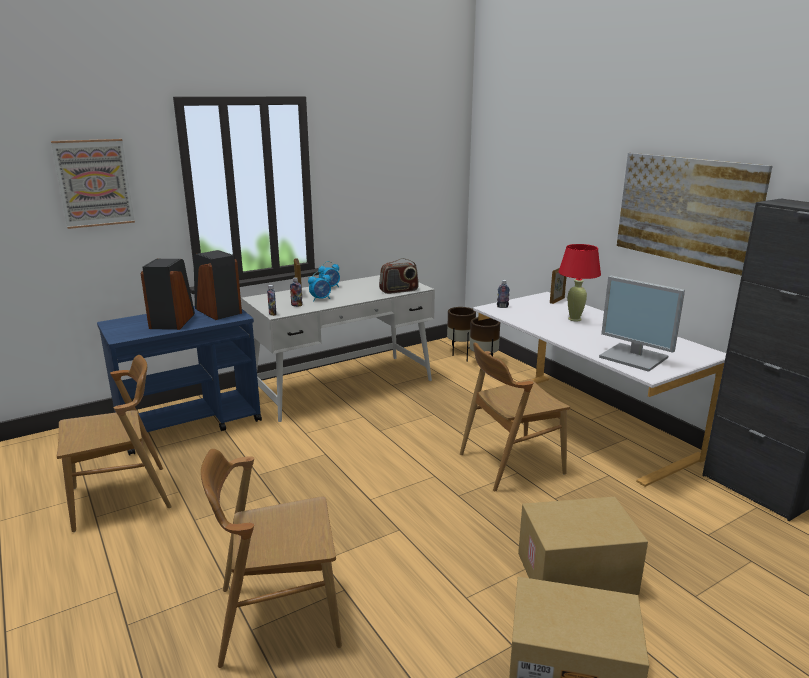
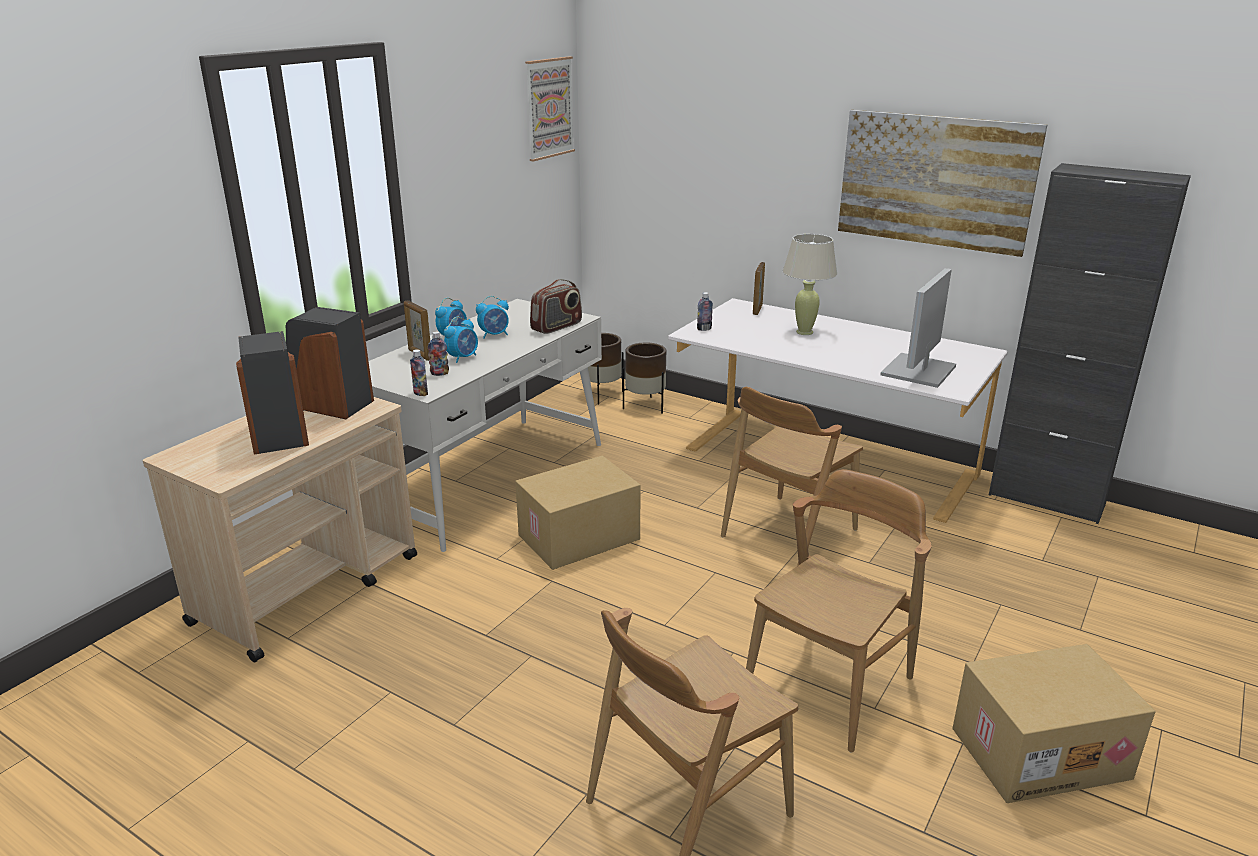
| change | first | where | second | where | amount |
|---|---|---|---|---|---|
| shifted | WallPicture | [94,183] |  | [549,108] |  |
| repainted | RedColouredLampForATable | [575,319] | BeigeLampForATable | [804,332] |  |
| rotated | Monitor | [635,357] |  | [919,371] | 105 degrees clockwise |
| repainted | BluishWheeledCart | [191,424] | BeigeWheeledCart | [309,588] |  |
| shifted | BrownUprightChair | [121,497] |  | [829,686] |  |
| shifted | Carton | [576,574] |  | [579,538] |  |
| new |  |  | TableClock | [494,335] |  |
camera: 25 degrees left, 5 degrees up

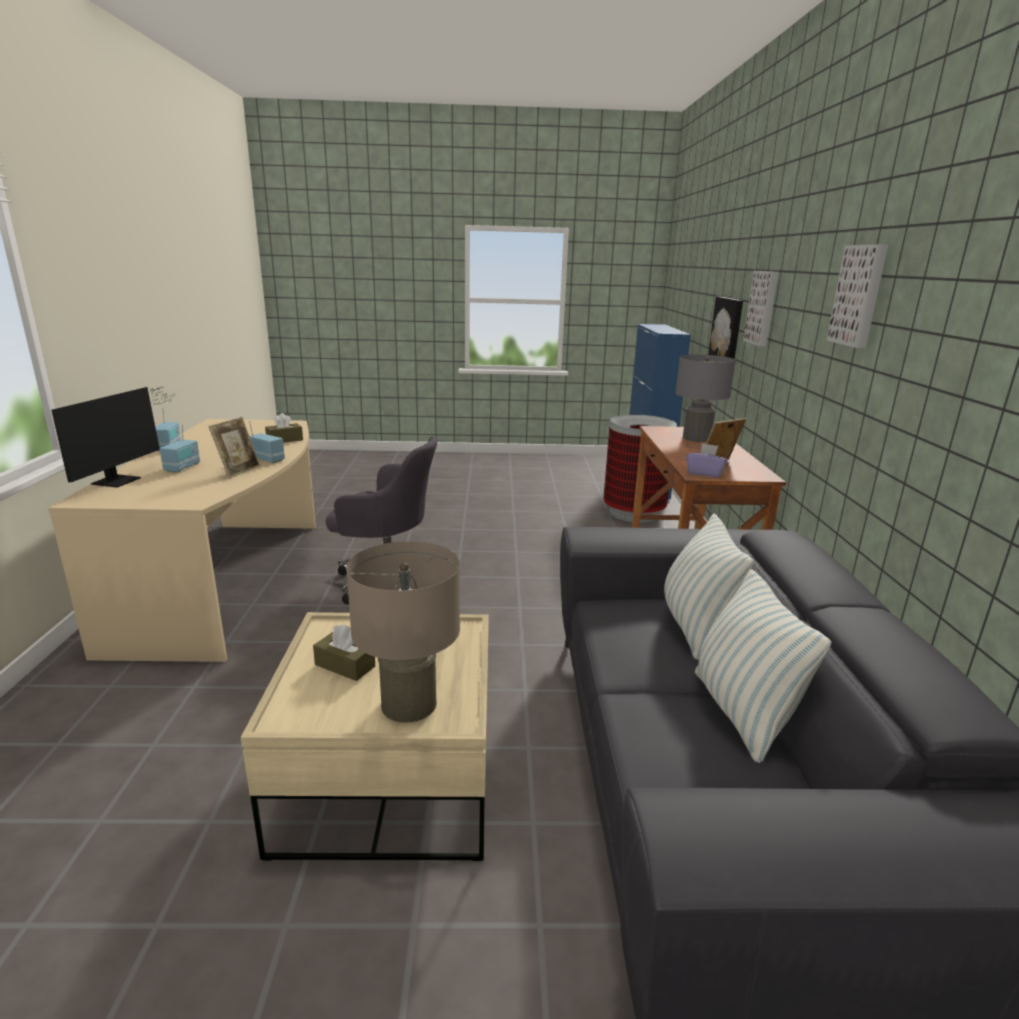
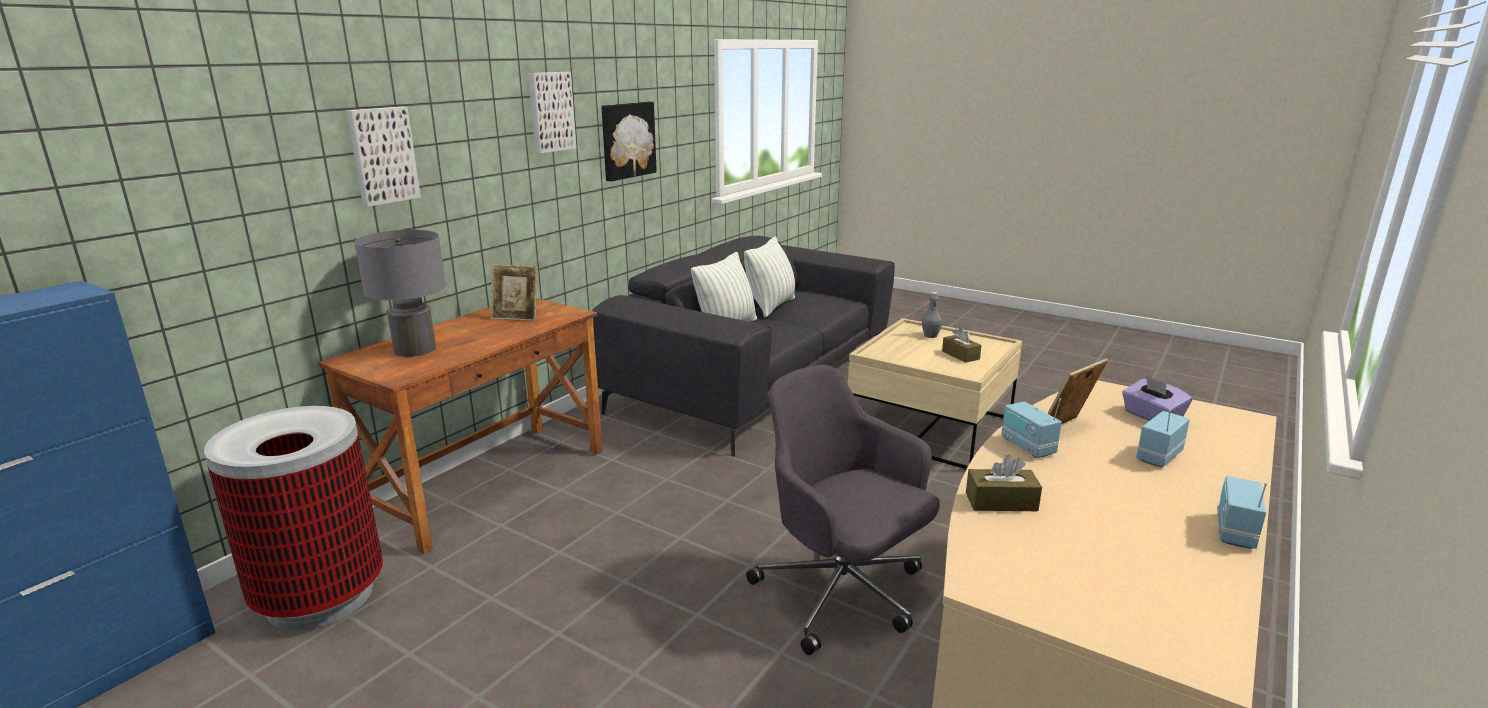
| change | first | where | second | where | amount |
|---|---|---|---|---|---|
| shifted | WallPicture | [727,332] |  | [627,140] |  |
| gone | Monitor | [122,479] |  |  |  |
| shifted | PurplishBoxOfTissues | [705,473] |  | [1151,417] |  |
| swapped | BeigeLampForATable | [409,704] | GrayBottle | [930,335] |  |
camera: 145 degrees left, 0 degrees up

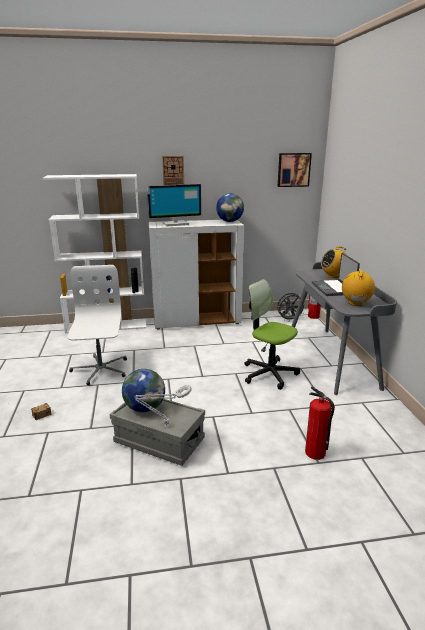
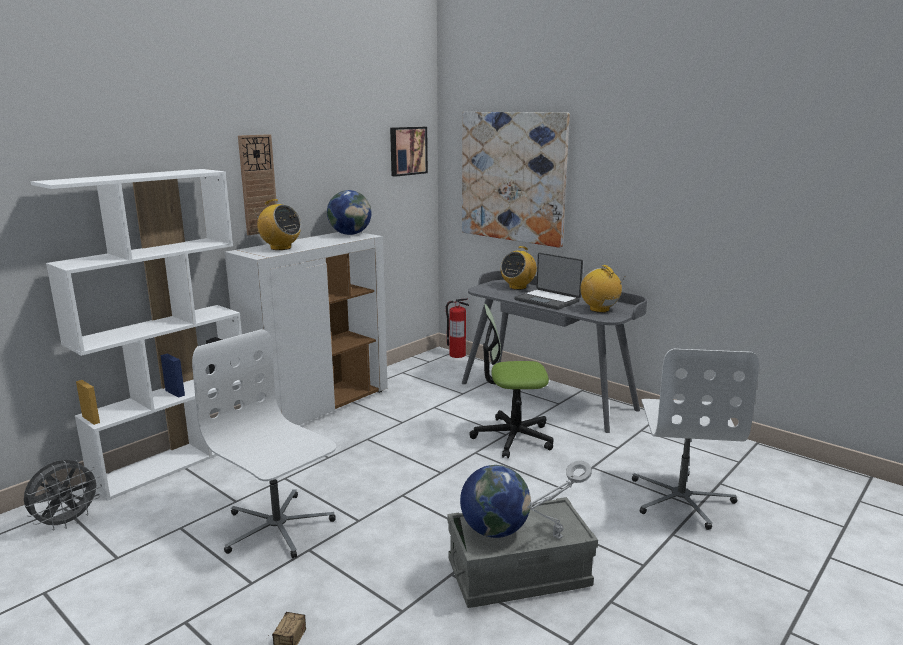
| change | first | where | second | where | amount |
|---|---|---|---|---|---|
| swapped | Monitor | [175,223] | RadioSet | [280,248] |  |
| shifted | GrayCoolingFan | [289,320] |  | [67,522] |  |
| swapped | FireFightingCylinder | [315,453] | WhitishComputerChair | [681,499] |  |
| new |  |  | WallPicture | [513,177] |  |
camera: 40 degrees left, 5 degrees down

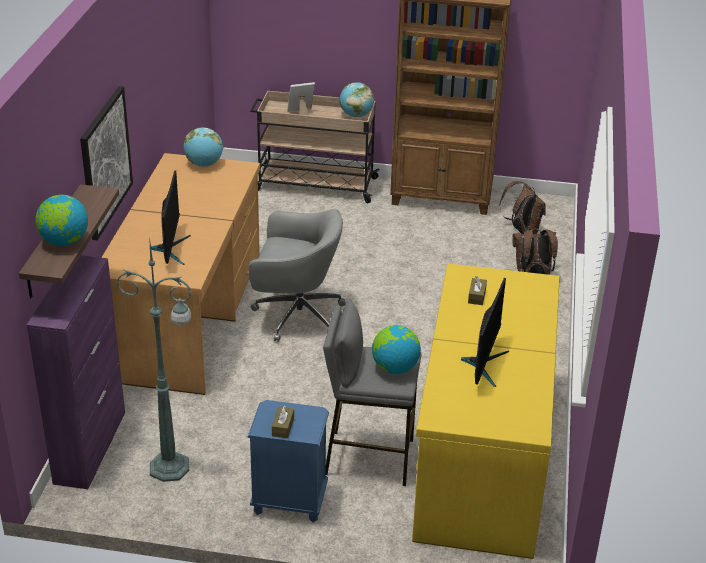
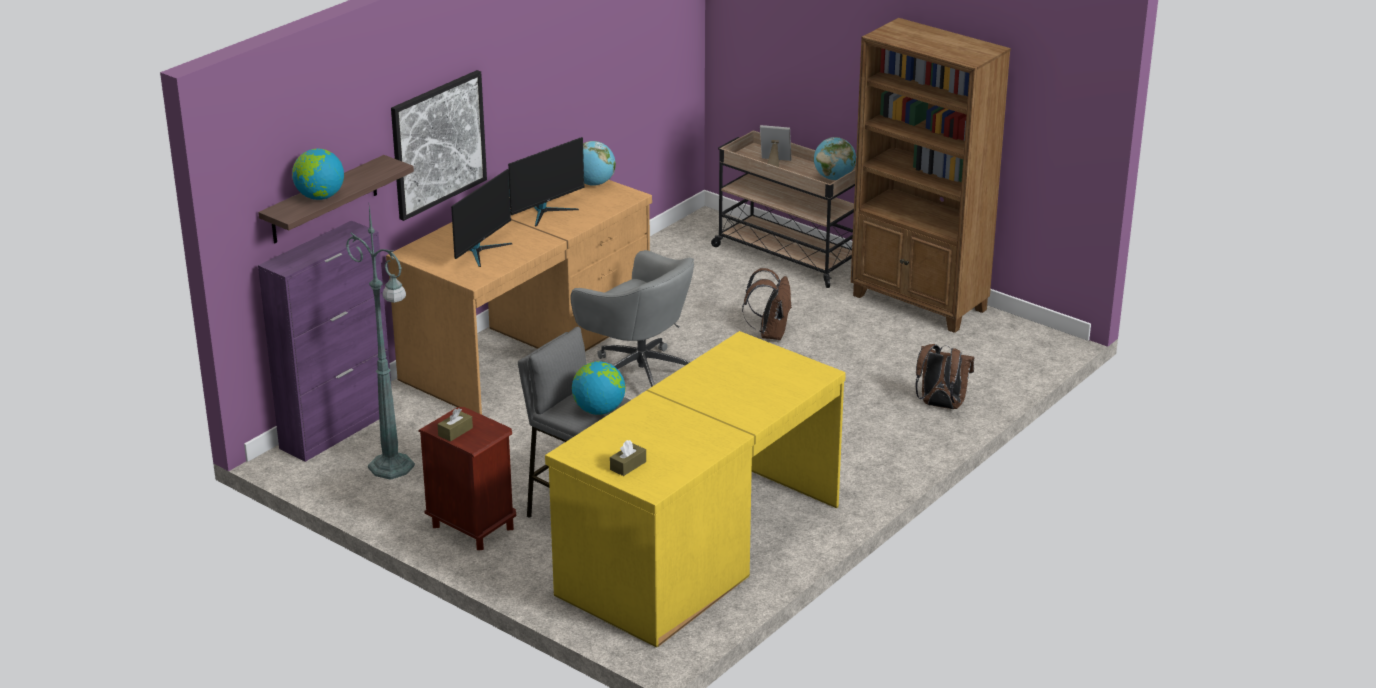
| change | first | where | second | where | amount |
|---|---|---|---|---|---|
| shifted | BrownKnapsack | [522,231] |  | [770,333] |  |
| shifted | BrownBoxOfTissues | [476,296] |  | [628,465] |  |
| shifted | Monitor | [484,364] |  | [547,212] |  |
| repainted | BluishNightTable | [289,501] | BrownNightTable | [472,527] |  |
camera: 30 degrees right, 5 degrees down

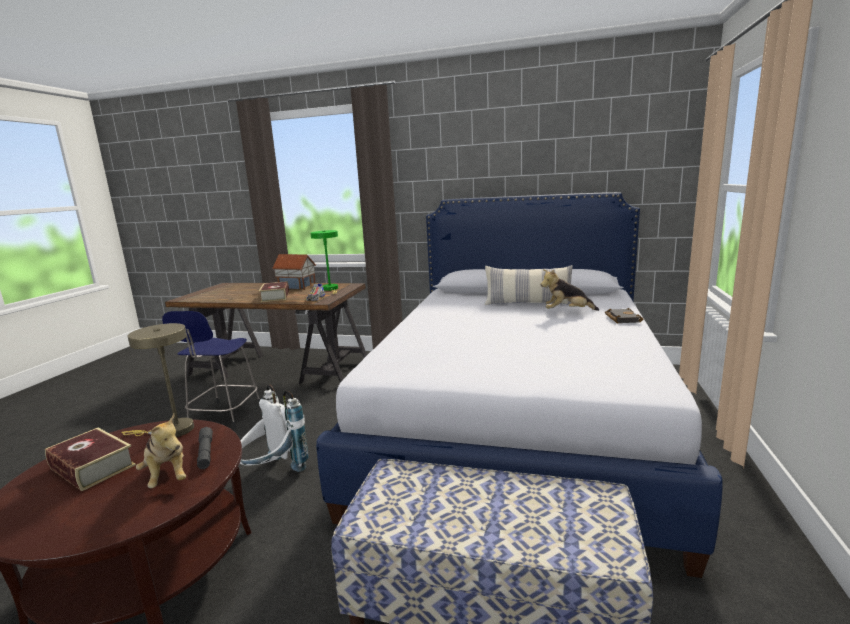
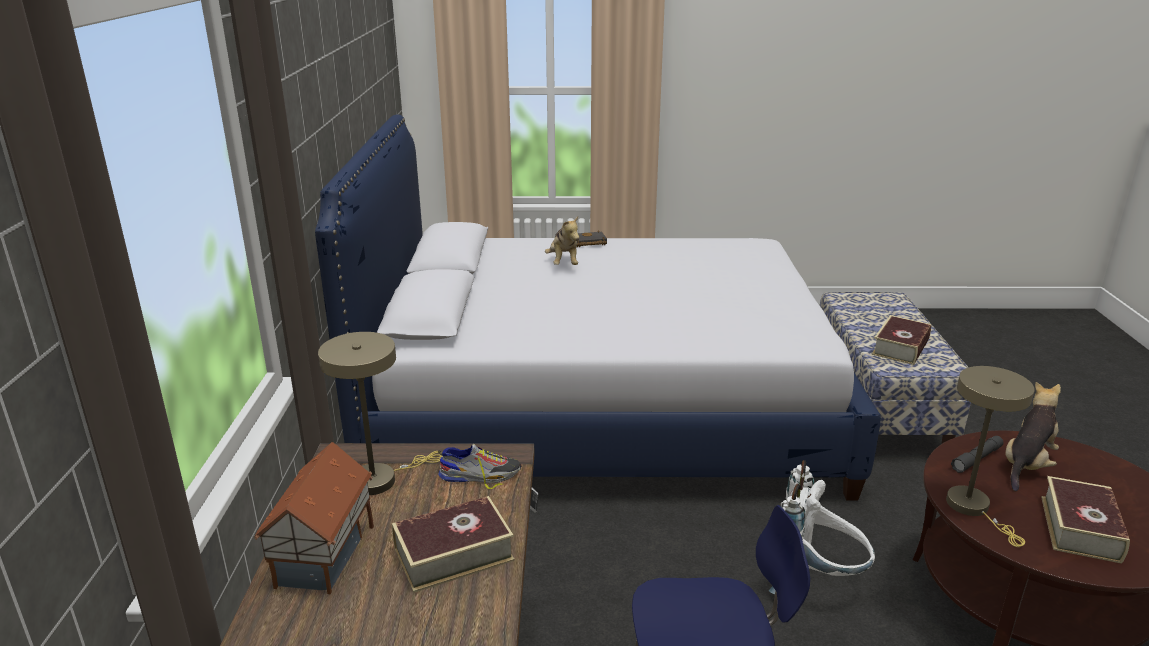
| change | first | where | second | where | amount |
|---|---|---|---|---|---|
| repainted | GreenColouredLampForATable | [331,289] | BeigeLampForATable | [381,479] |  |
| gone | Cushion | [528,304] |  |  |  |
| new |  |  | Volume | [900,347] |  |
camera: 105 degrees left, 10 degrees up

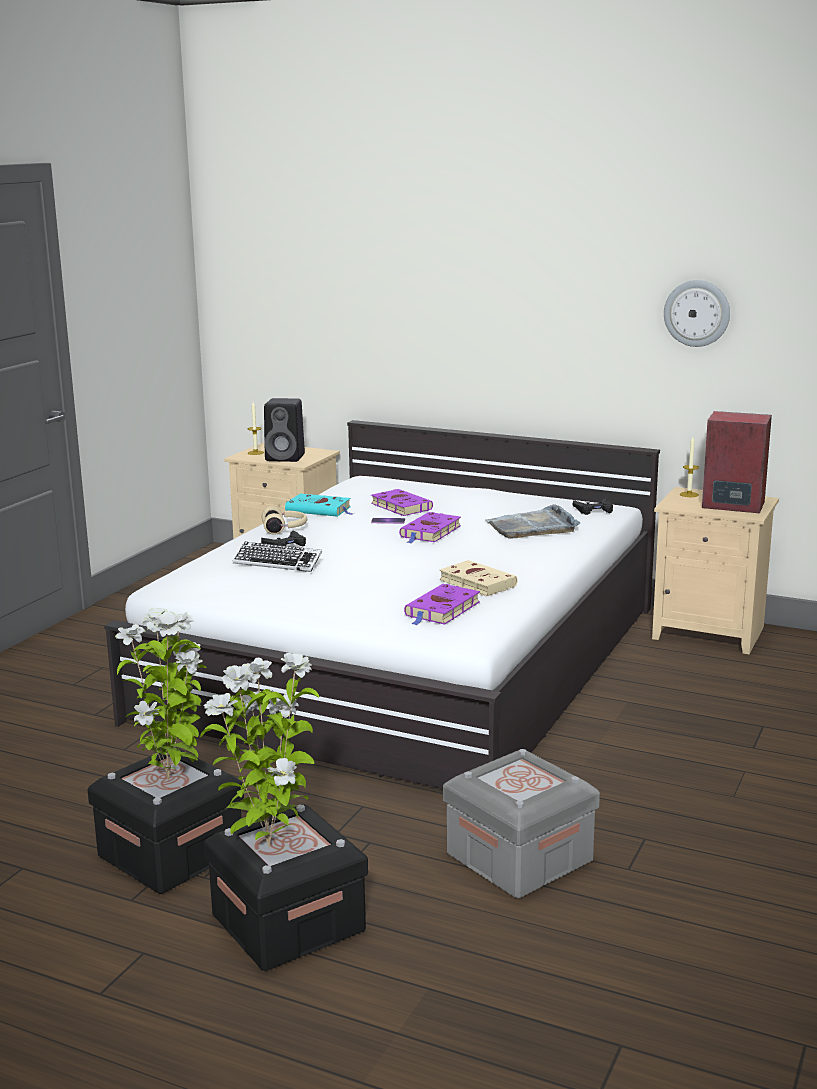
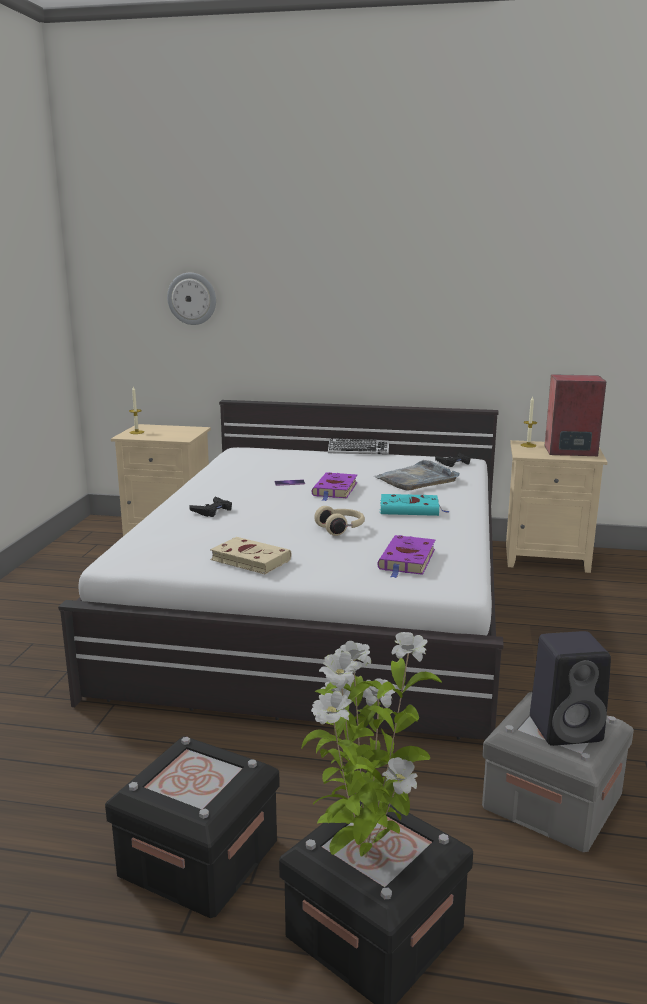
| change | first | where | second | where | amount |
|---|---|---|---|---|---|
| shifted | ClockOnTheWall | [697,313] |  | [192,298] |  |
| shifted | BlackAudioSpeaker | [286,457] |  | [567,728] |  |
| gone | PurplishVolume | [400,506] |  |  |  |
| shifted | TurquoiseColouredVolume | [320,510] |  | [411,509] |  |
| shifted | BeigeHeadset | [285,529] |  | [341,529] |  |
| shifted | ComputerKeyboard | [277,562] |  | [358,451] |  |
| shifted | BeigeVolume | [475,583] |  | [248,560] |  |
| gone | PottedPlant | [171,779] |  |  |  |
camera: 15 degrees left, 0 degrees up

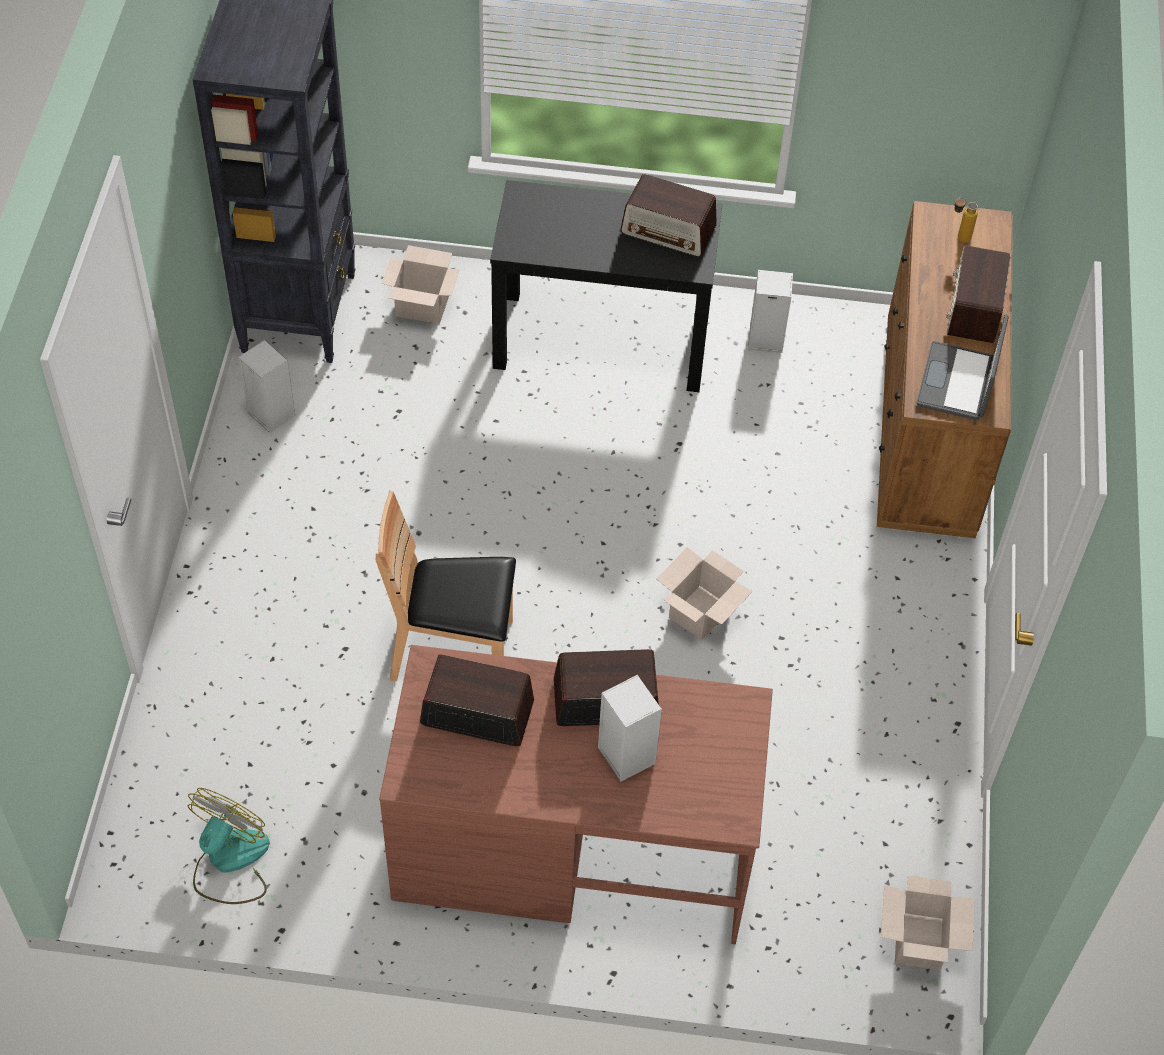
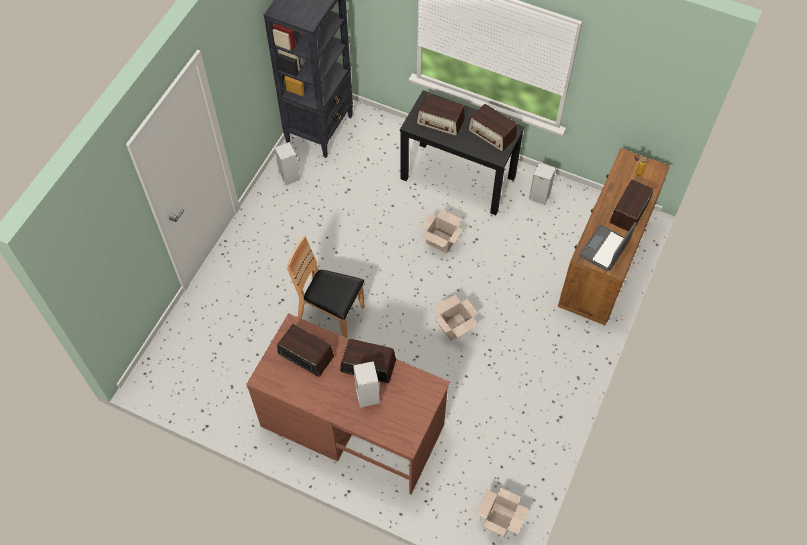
| change | first | where | second | where | amount |
|---|---|---|---|---|---|
| shifted | Carton | [423,306] |  | [442,241] |  |
| gone | CoolingFan | [230,862] |  |  |  |
| new |  |  | RadioSet | [440,122] |  |
camera: 20 degrees right, 5 degrees up

